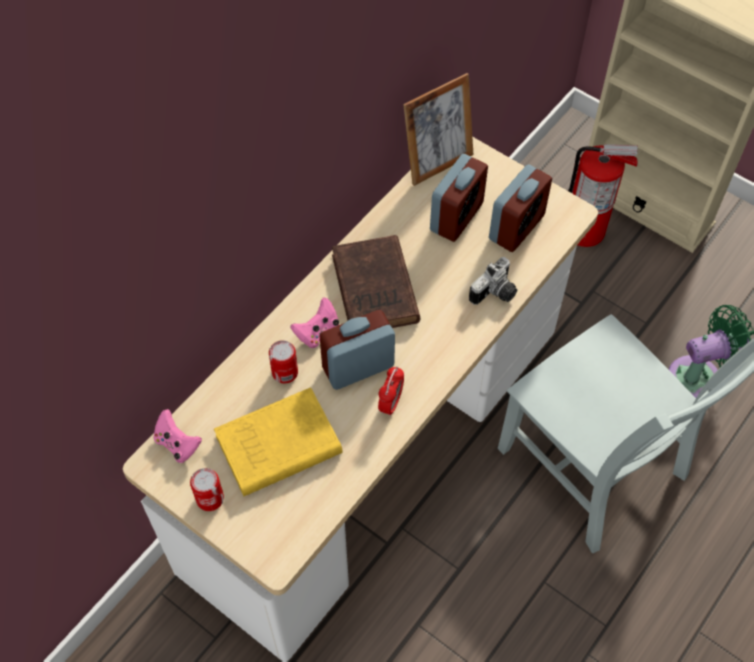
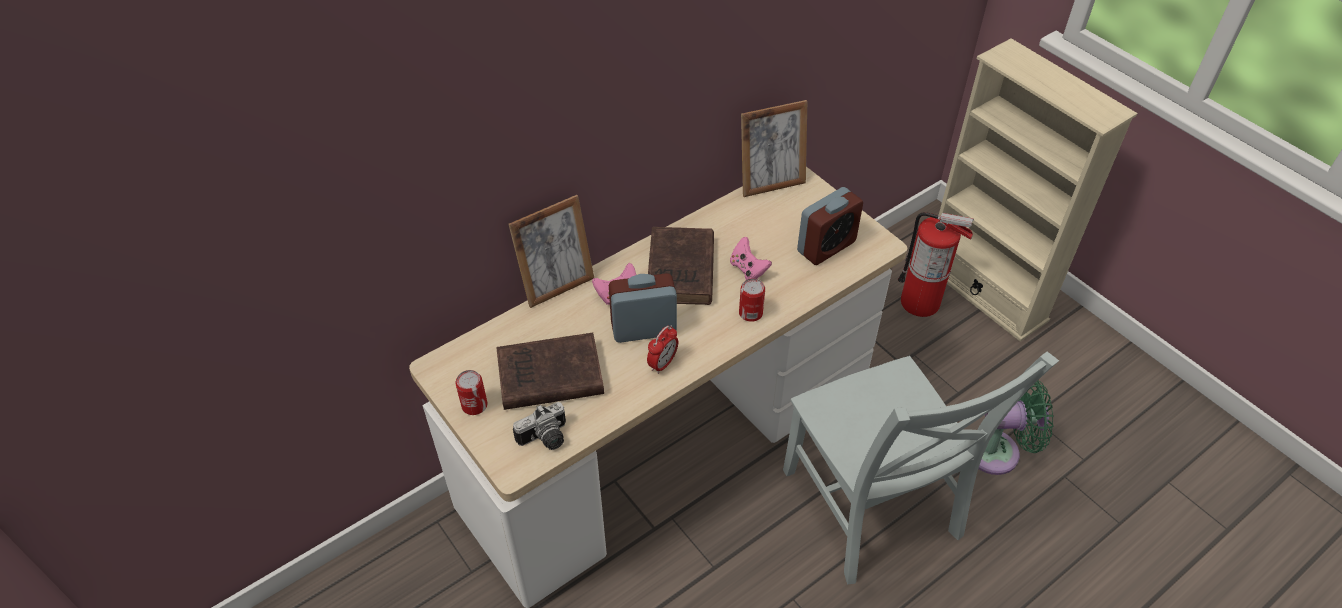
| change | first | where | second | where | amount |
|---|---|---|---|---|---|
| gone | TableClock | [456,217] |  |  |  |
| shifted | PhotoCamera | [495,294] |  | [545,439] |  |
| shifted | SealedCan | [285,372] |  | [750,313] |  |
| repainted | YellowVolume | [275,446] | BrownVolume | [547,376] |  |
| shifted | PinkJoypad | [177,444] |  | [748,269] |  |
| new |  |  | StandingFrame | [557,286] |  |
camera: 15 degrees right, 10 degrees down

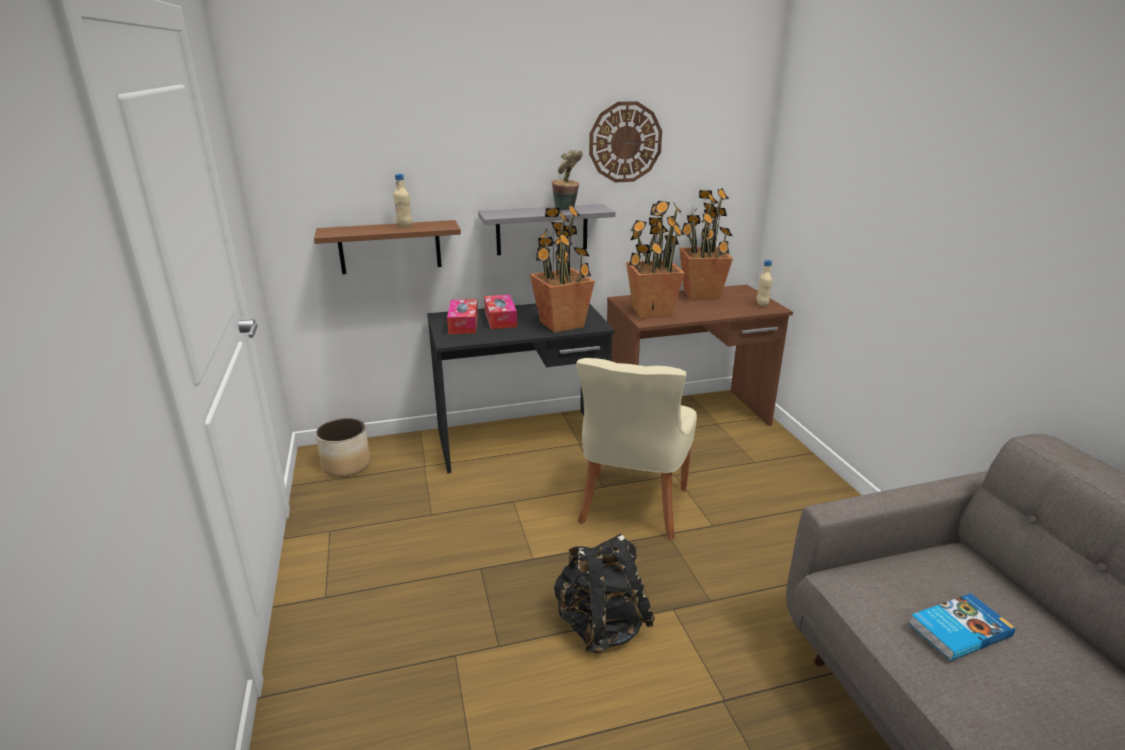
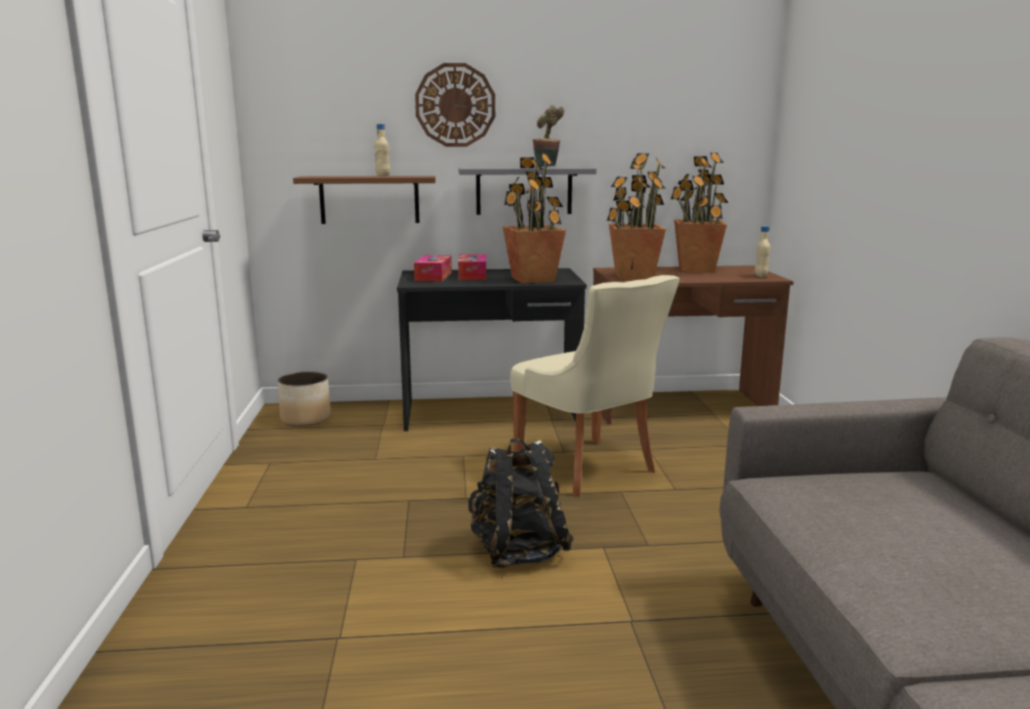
| change | first | where | second | where | amount |
|---|---|---|---|---|---|
| shifted | ClockOnTheWall | [625,142] |  | [455,105] |  |
| rotated | BeigeUprightChair | [631,507] |  | [589,469] | 60 degrees counterclockwise |
| gone | Volume | [957,629] |  |  |  |
camera: 10 degrees right, 10 degrees down

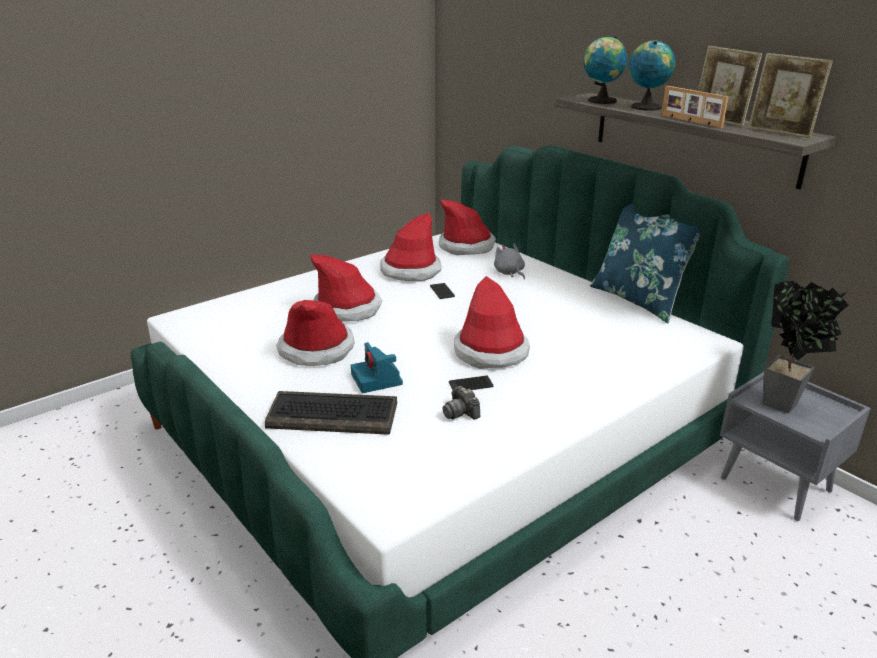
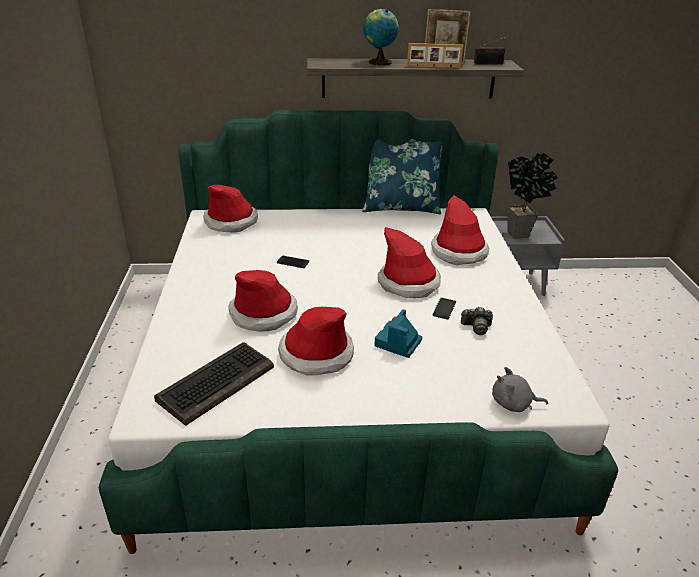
| change | first | where | second | where | amount |
|---|---|---|---|---|---|
| gone | DeskGlobe | [600,101] |  |  |  |
| swapped | StandingFrame | [780,133] | RadioSet | [490,63] |  |
| shifted | ClothingHat | [410,271] |  | [459,252] |  |
| shifted | GrayCuddlyToy | [509,273] |  | [513,404] |  |
| rotated | PhotoCamera | [377,380] |  | [398,343] | 105 degrees clockwise |
| shifted | ComputerKeyboard | [334,415] |  | [216,383] |  |
camera: 55 degrees left, 5 degrees up

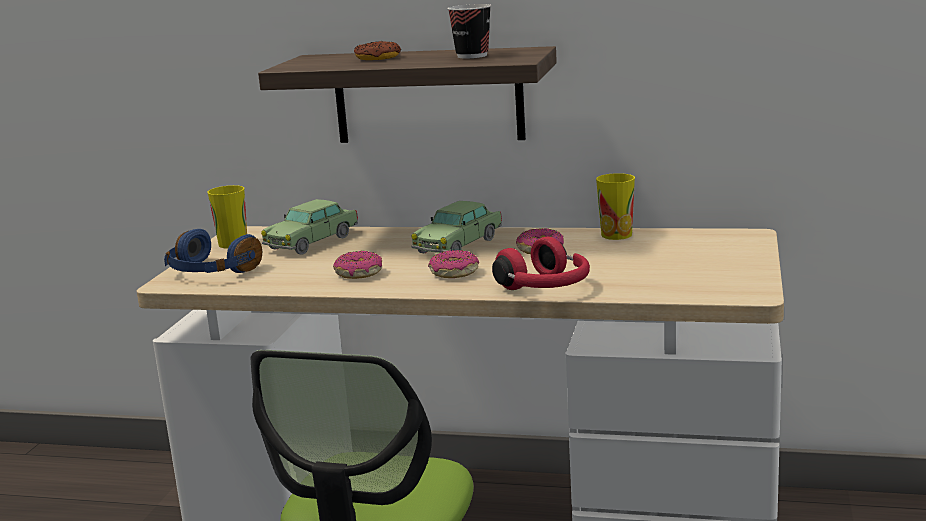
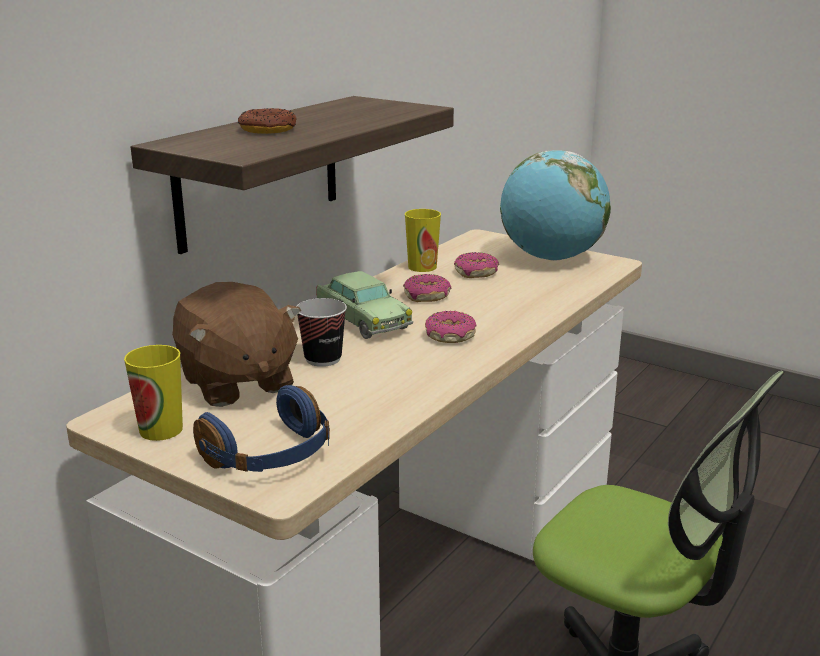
| change | first | where | second | where | amount |
|---|---|---|---|---|---|
| shifted | SmallCup | [472,56] |  | [323,359] |  |
| swapped | ToyCar | [312,242] | BrownCuddlyToy | [236,383] |  |
| gone | RedColouredHeadset | [546,288] |  |  |  |
| shifted | Doughnut | [359,274] |  | [476,273] |  |
| new |  |  | DeskGlobe | [551,258] |  |
camera: 70 degrees left, 5 degrees up

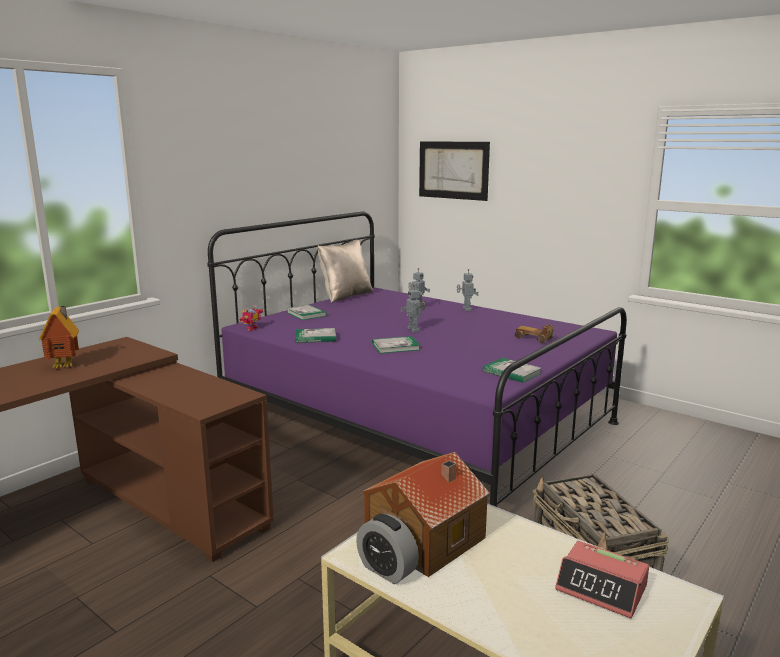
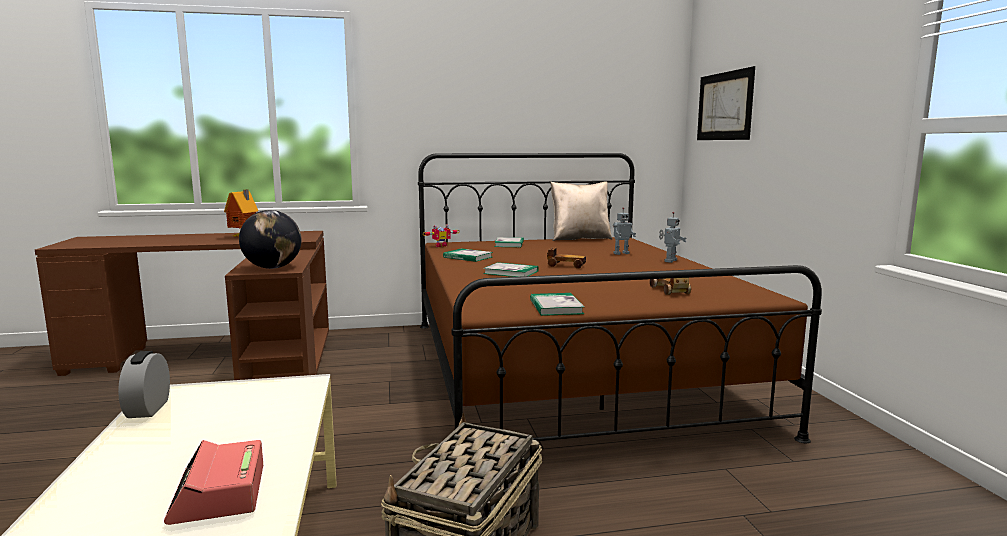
| change | first | where | second | where | amount |
|---|---|---|---|---|---|
| repainted | PurplishBedroomBed | [416,419] | BrownBedroomBed | [569,370] |  |
| swapped | ModelRobot | [414,330] | ToyCar | [566,265] |  |
| gone | ModelHouse | [427,538] |  |  |  |
| new |  |  | DeskGlobe | [273,268] |  |
camera: 40 degrees right, 5 degrees down

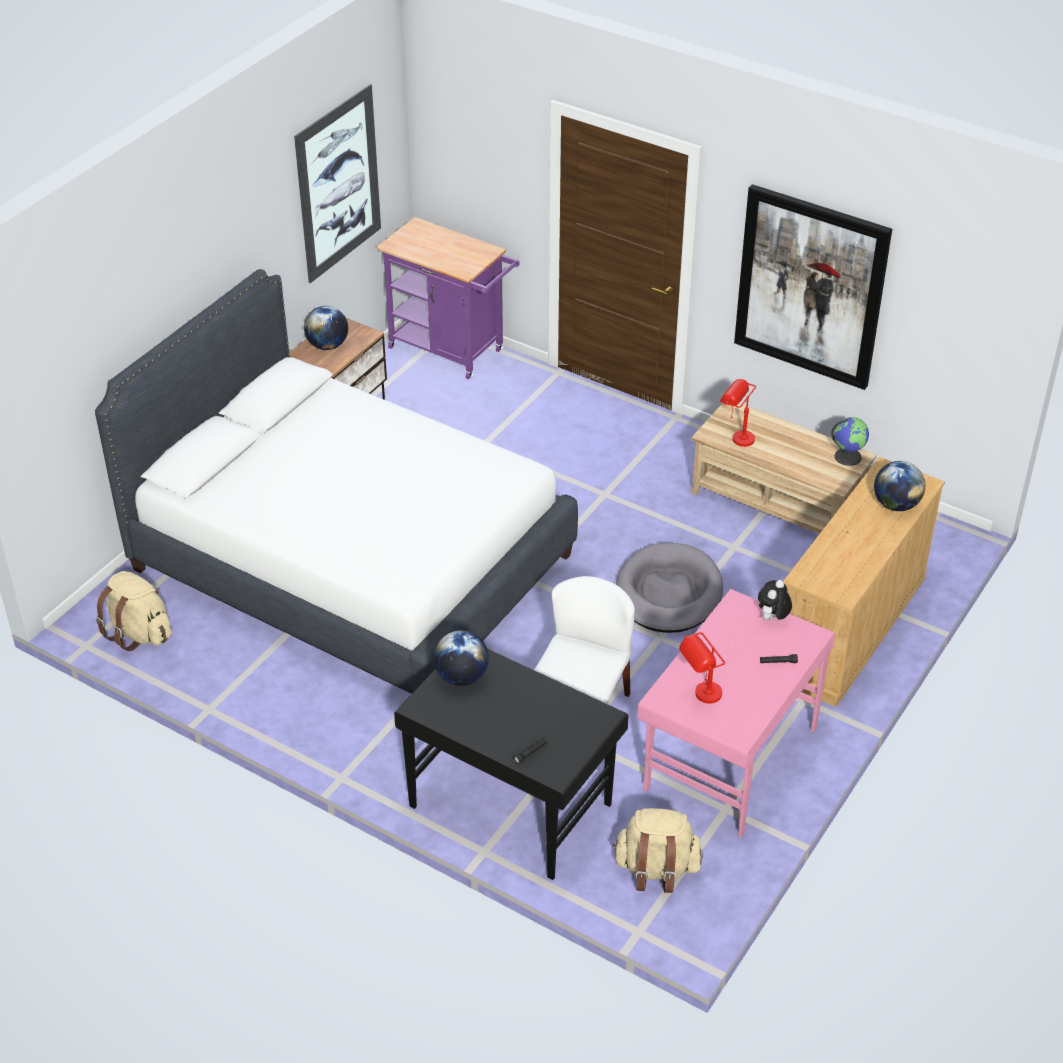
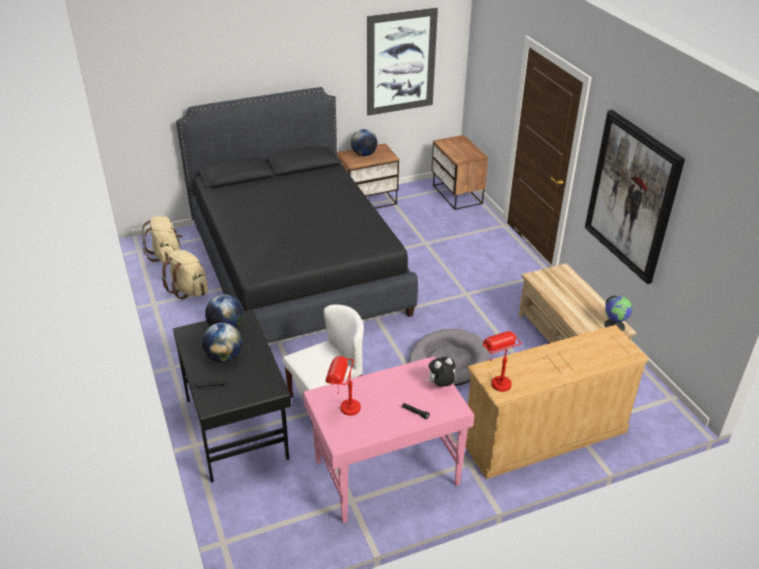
| change | first | where | second | where | amount |
|---|---|---|---|---|---|
| swapped | PurplishWheeledCart | [452,351] | NightTable | [456,195] |  |
| repainted | WhitishBedroomBed | [351,561] | BlackBedroomBed | [297,268] |  |
| shifted | RedColouredLampForATable | [736,437] |  | [496,380] |  |
| shifted | DeskGlobe | [896,505] |  | [224,357] |  |
| shifted | BeigeKnapsack | [656,869] |  | [189,290] |  |
camera: 35 degrees right, 5 degrees down

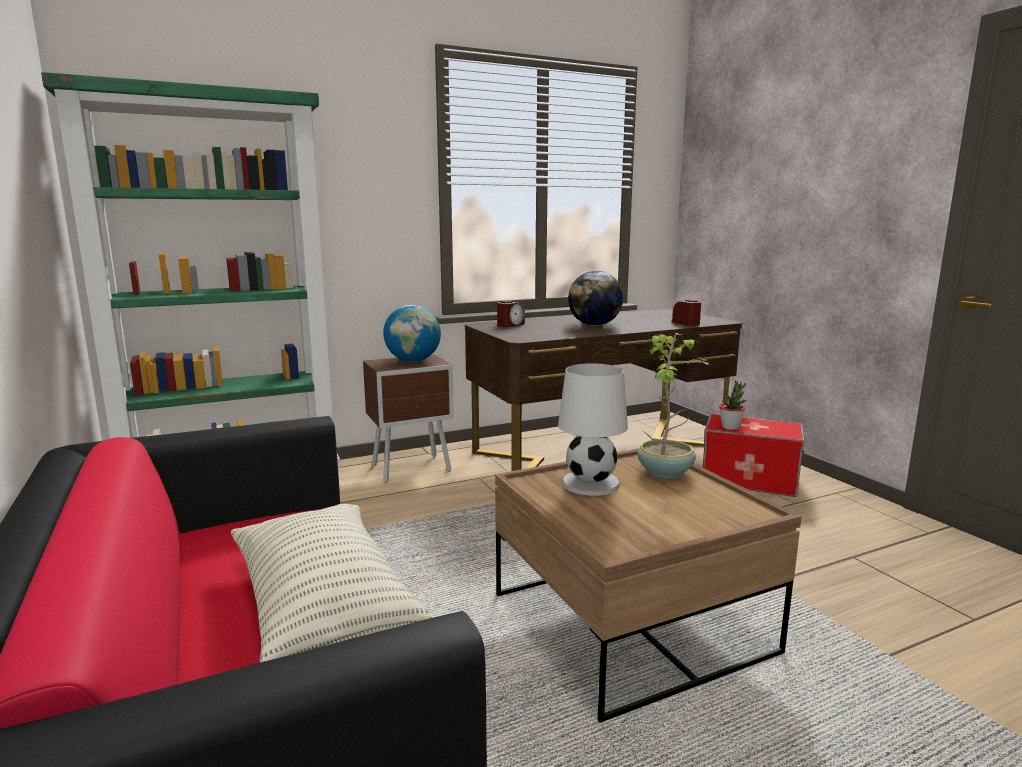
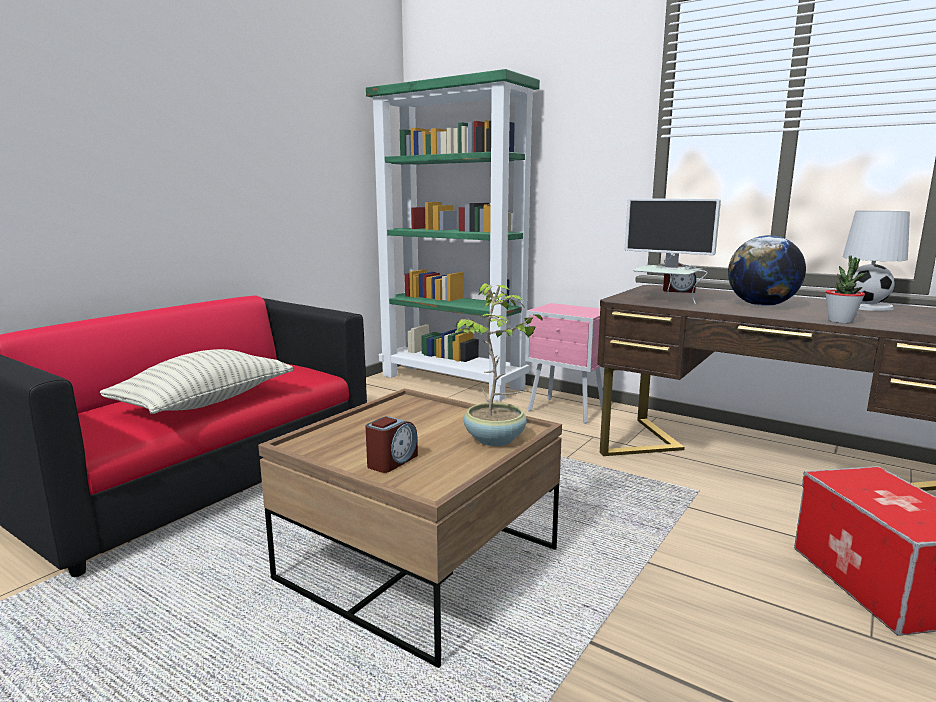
| change | first | where | second | where | amount |
|---|---|---|---|---|---|
| shifted | TableClock | [686,323] |  | [392,461] |  |
| gone | DeskGlobe | [413,361] |  |  |  |
| repainted | BrownNightTable | [413,469] | PinkNightTable | [567,411] |  |
| shifted | WhitishLampForATable | [591,484] |  | [866,306] |  |
| shifted | PottedPlant | [730,427] |  | [840,321] |  |
| new |  |  | Monitor | [666,301] |  |
camera: 60 degrees right, 0 degrees up

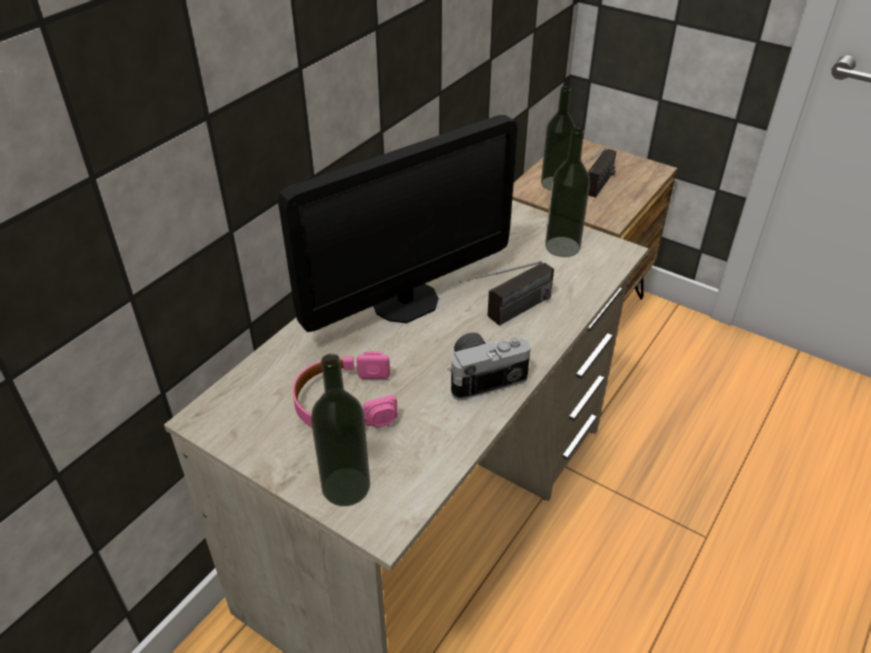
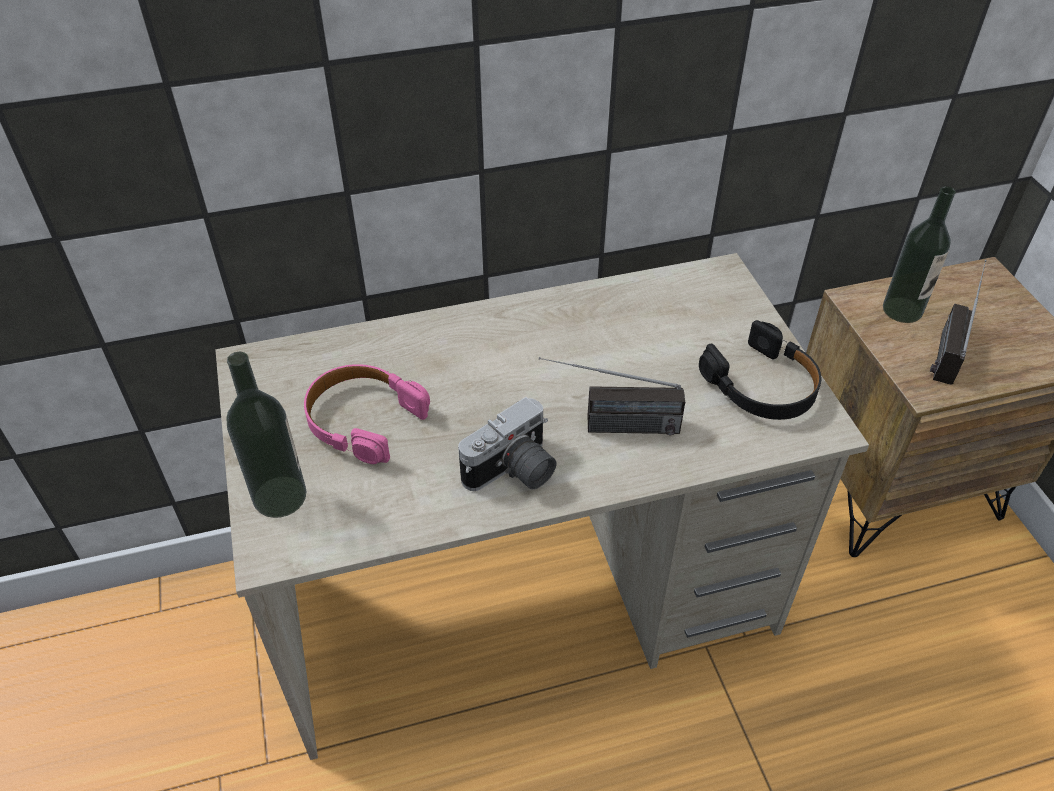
| change | first | where | second | where | amount |
|---|---|---|---|---|---|
| gone | Monitor | [405,301] |  |  |  |
| swapped | Bottle | [562,246] | BlackHeadset | [762,385] |  |
| rotated | RadioSet | [595,190] |  | [947,344] | 135 degrees clockwise |
| rotated | PhotoCamera | [483,374] |  | [513,472] | 120 degrees clockwise |
camera: 40 degrees right, 5 degrees up

